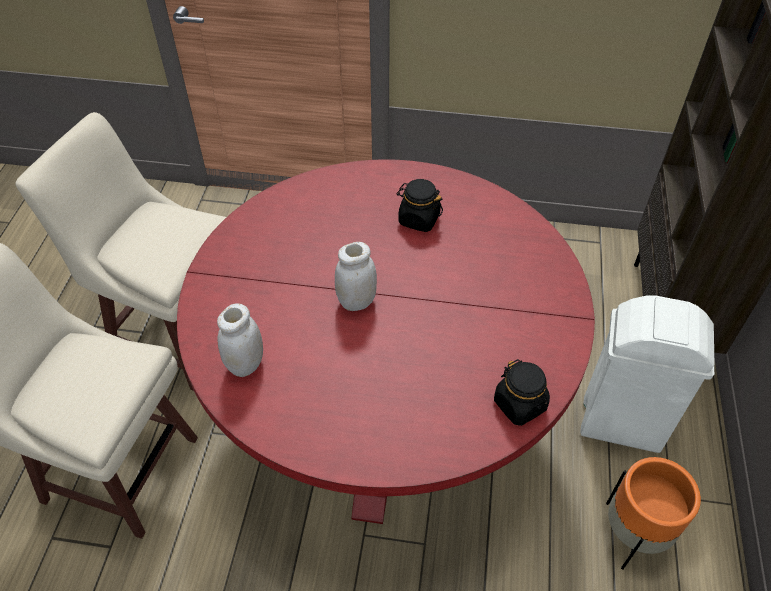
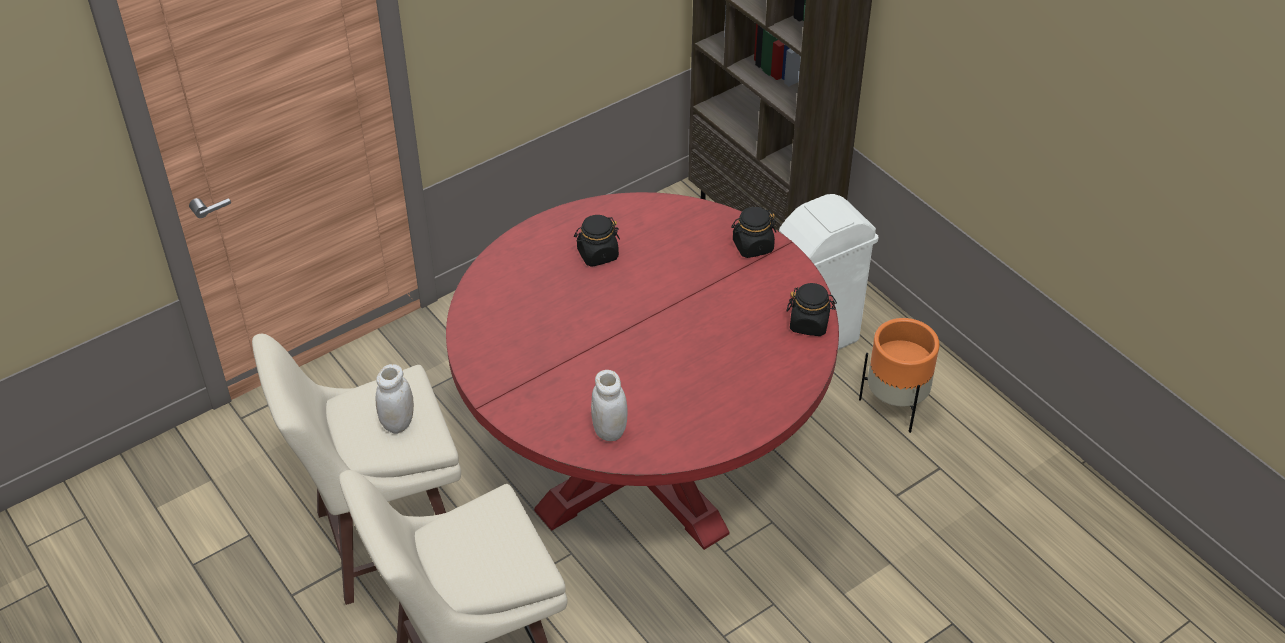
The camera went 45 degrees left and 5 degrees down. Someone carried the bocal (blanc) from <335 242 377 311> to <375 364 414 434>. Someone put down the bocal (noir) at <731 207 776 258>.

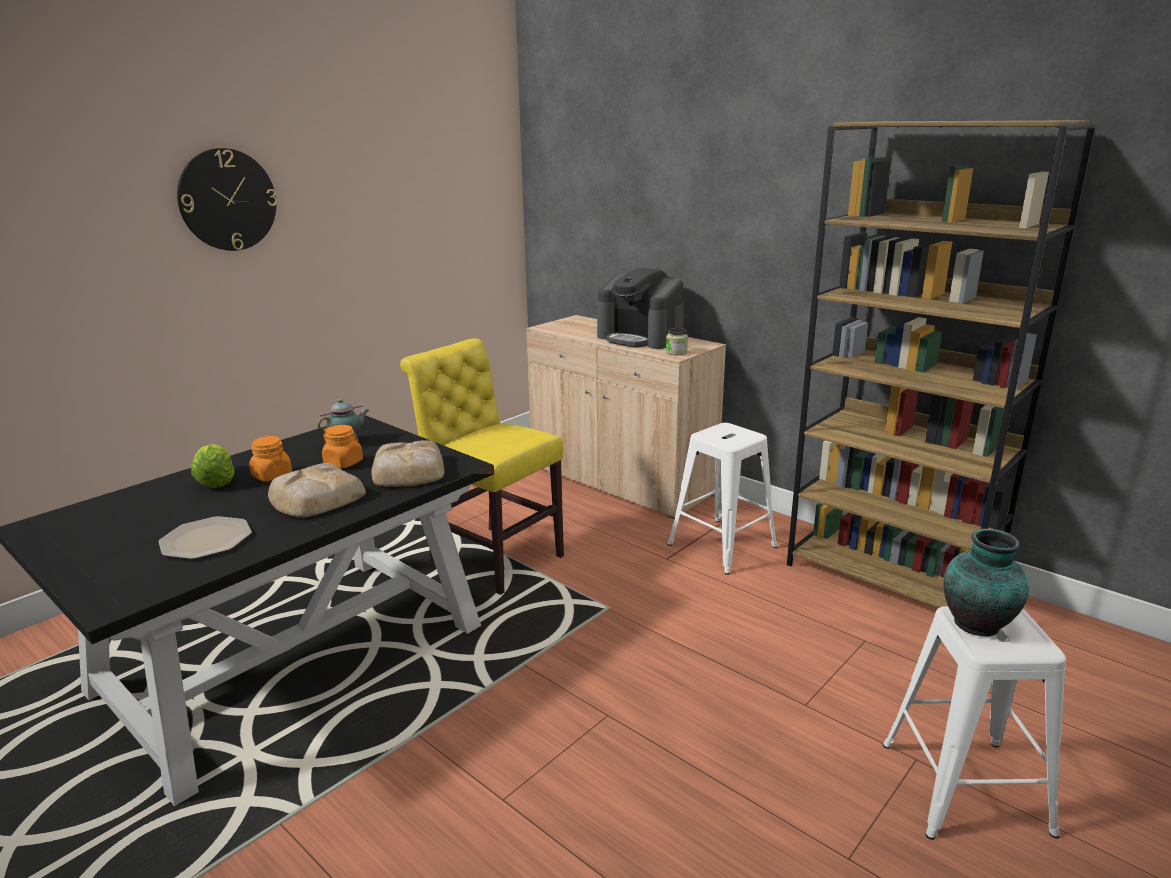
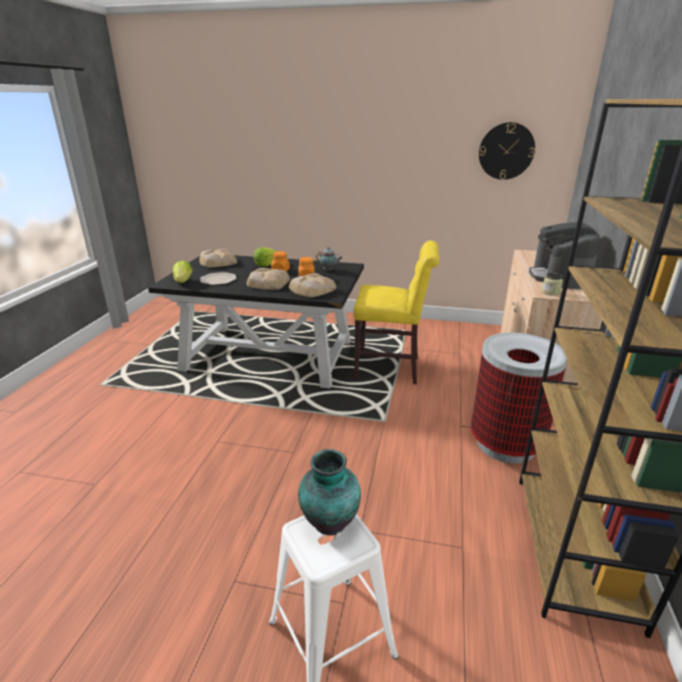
The camera went 60 degrees right and 5 degrees up. Someone carried the horloge murale from <177 148 277 251> to <479 122 535 180>. Someone rotated the chaise (jaune) at <400 338 564 595> by 90 degrees clockwise. Someone swapped the tabouret (blanc) at <667 423 778 575> for the poubelle at <471 332 567 463>. Someone put down the pain at <199 249 237 268>. Someone put down the laitue at <173 260 193 283>.

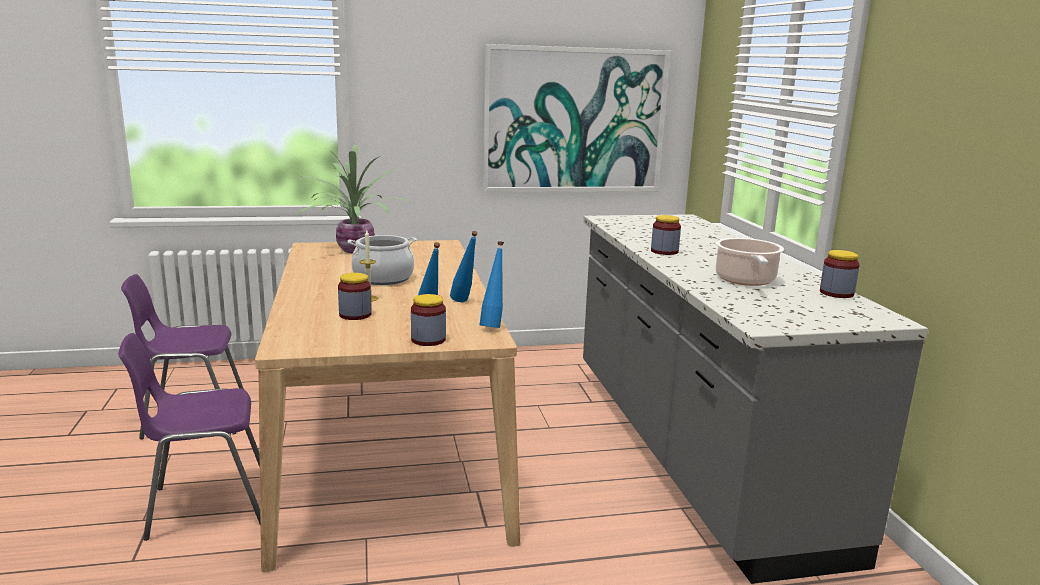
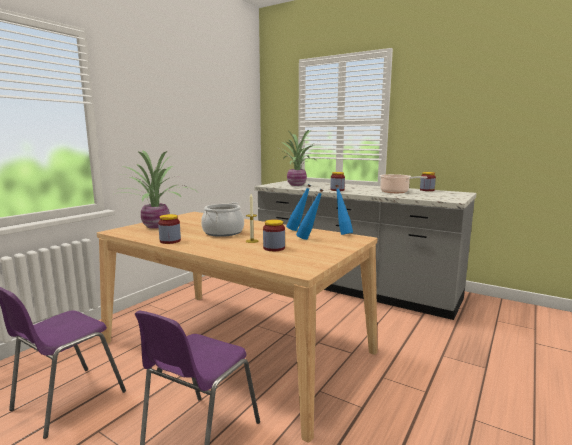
The camera went 45 degrees left and 5 degrees down. Someone took away the tableau at <482 44 671 192>. Someone carried the bocal from <411 294 446 346> to <158 214 181 244>. Someone put down the plante en pot at <272 130 331 186>.

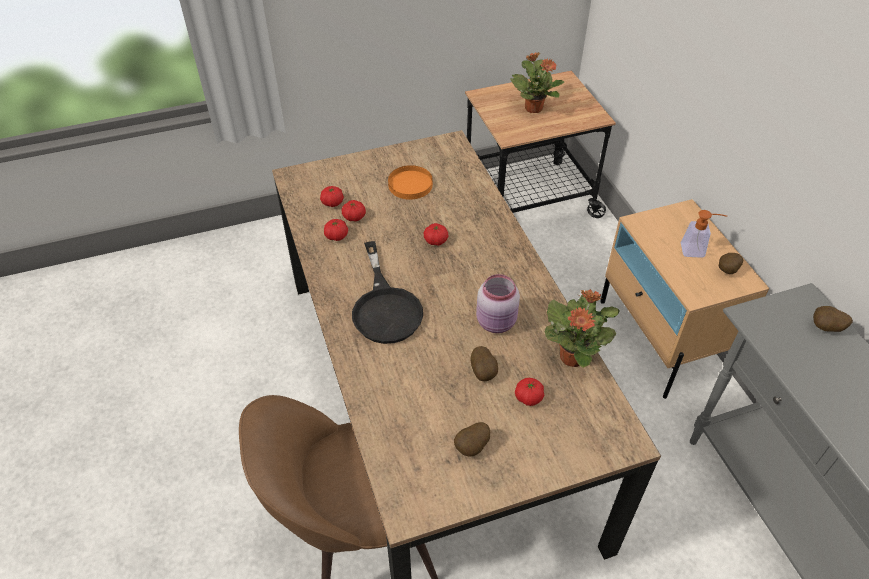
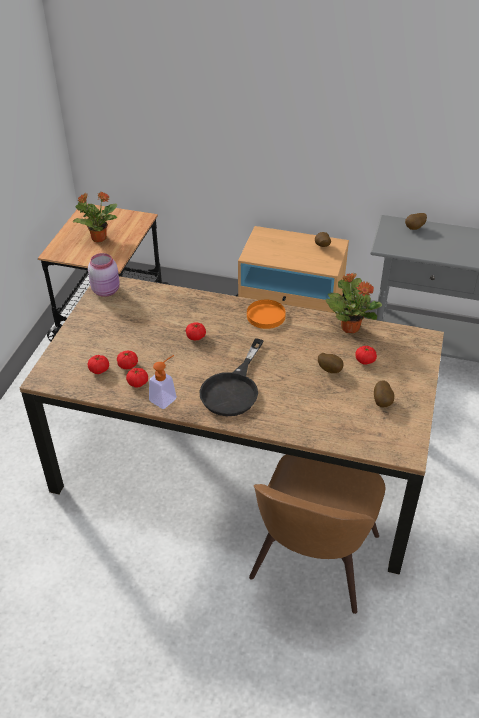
The camera went 55 degrees left and 5 degrees down. Someone carried the assiette (orange) from <388 165 433 200> to <247 300 286 329>. Someone carried the distributeur de savon from <681 210 727 258> to <149 355 177 409>. Someone rotated the poêle (noir) at <352 241 423 344> by 90 degrees clockwise. Someone carried the bocal (rose) from <476 274 520 333> to <88 253 120 297>.

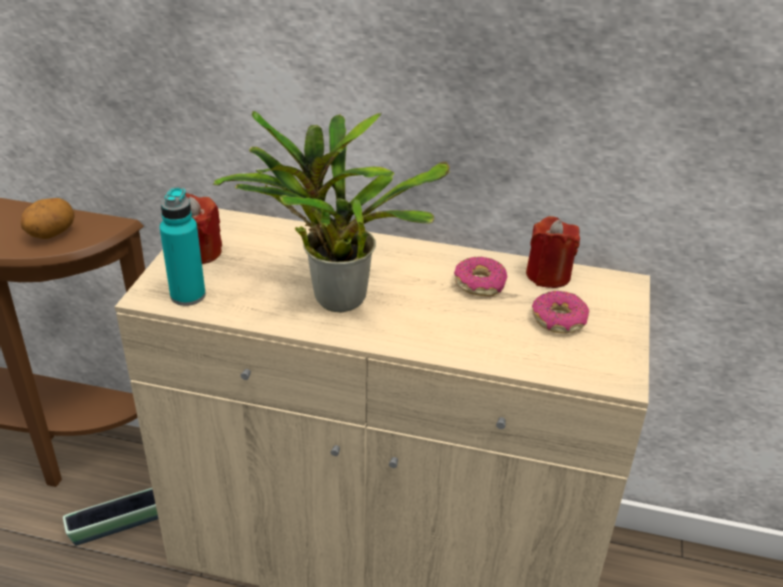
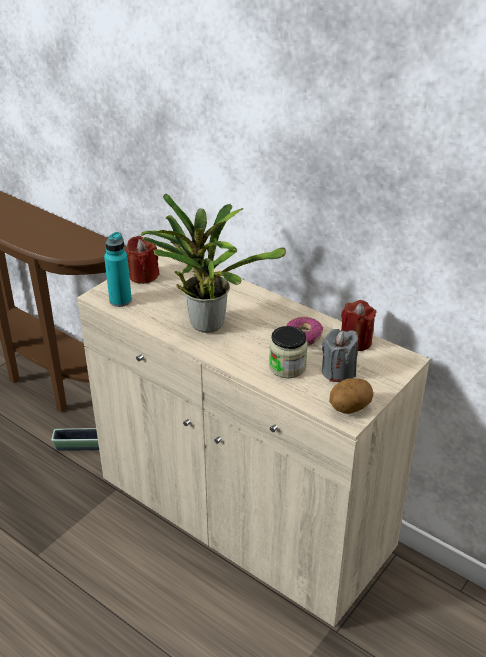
The camera went 25 degrees right and 0 degrees up. Someone carried the pomme de terre from <21 198 74 239> to <329 378 373 414>. Someone swapped the beignet at <532 291 589 333> for the bougie (gris) at <322 329 358 382>. Someone put down the bocal at <269 326 308 378>.

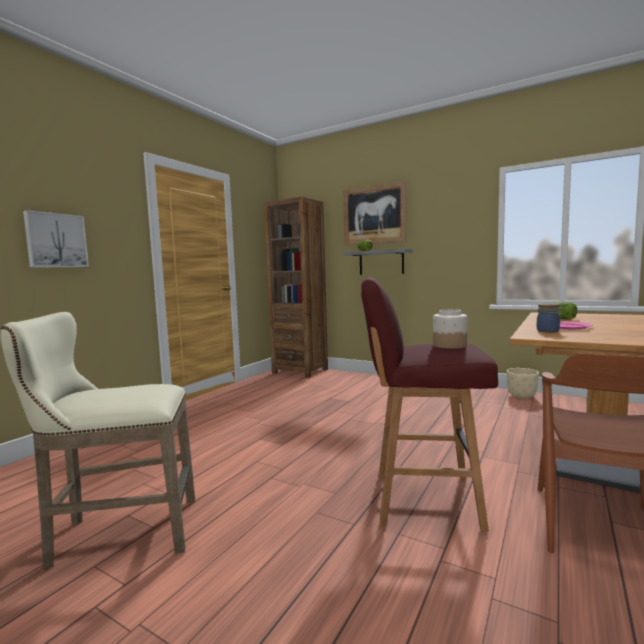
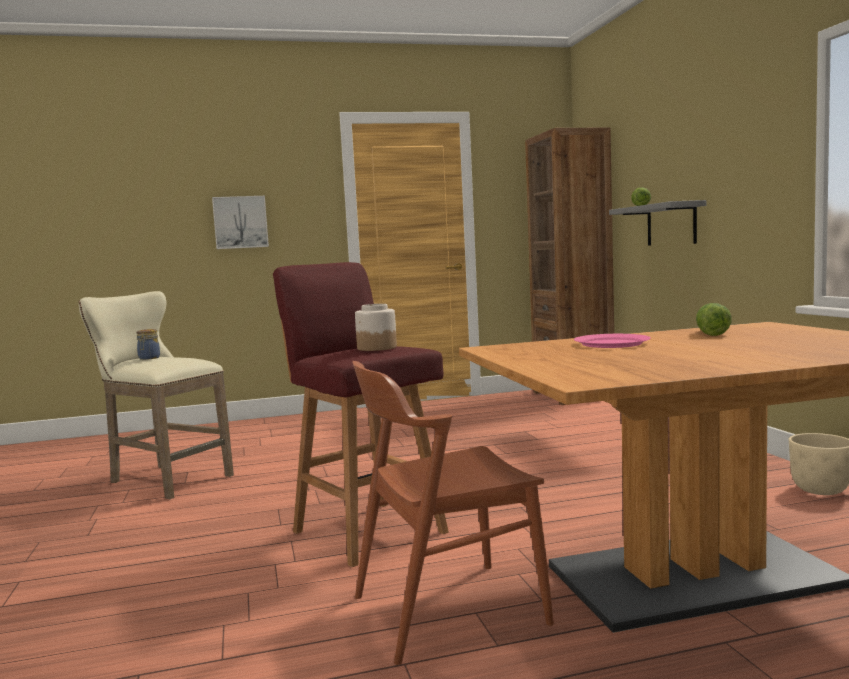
The camera went 45 degrees right and 0 degrees up. Someone took away the tableau at <343 181 406 246>. Someone carried the bocal from <537 303 562 333> to <136 329 160 360>.

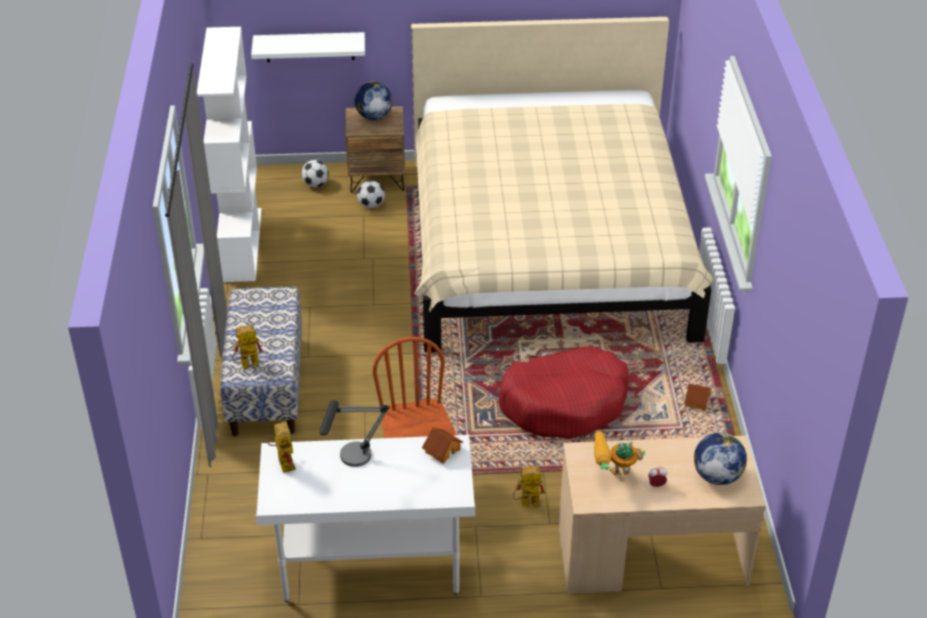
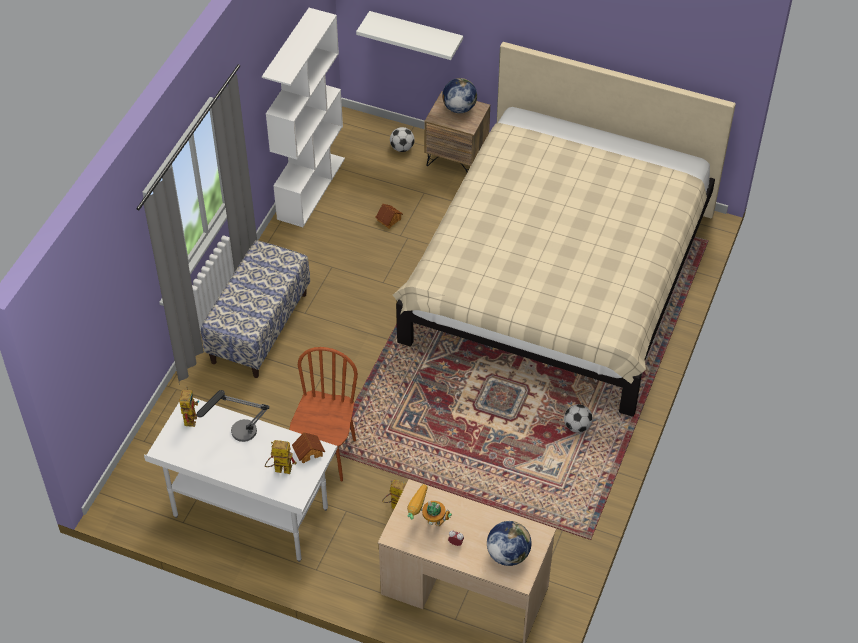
The camera went 25 degrees right and 10 degrees up. Someone carried the ballon de foot from <357 181 385 208> to <564 404 593 433>. Someone carried the robot jouet from <232 325 263 368> to <265 440 297 474>. Someone took away the panier pour chien (rouge) at <498 346 628 439>. Someone carried the maison miniature from <685 383 712 410> to <375 204 403 229>.

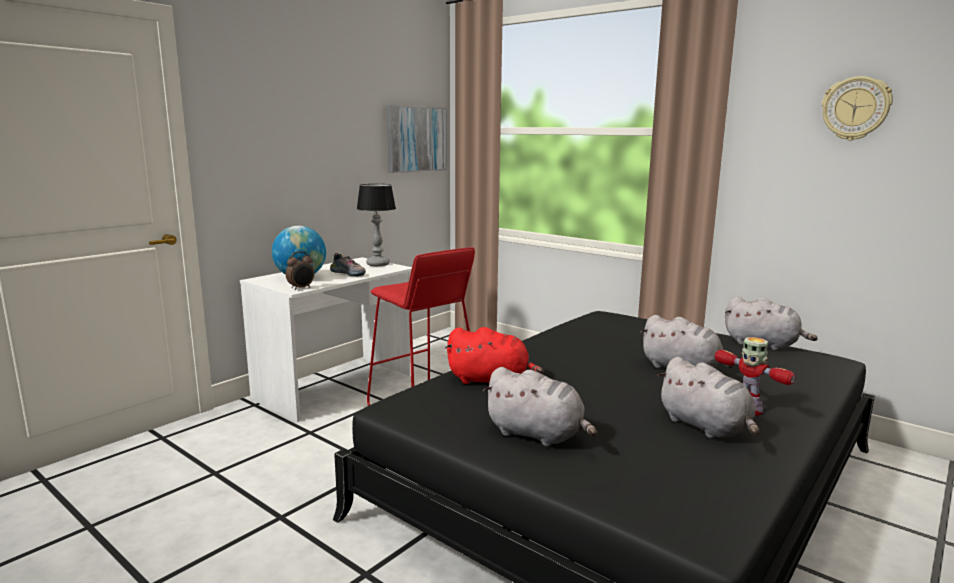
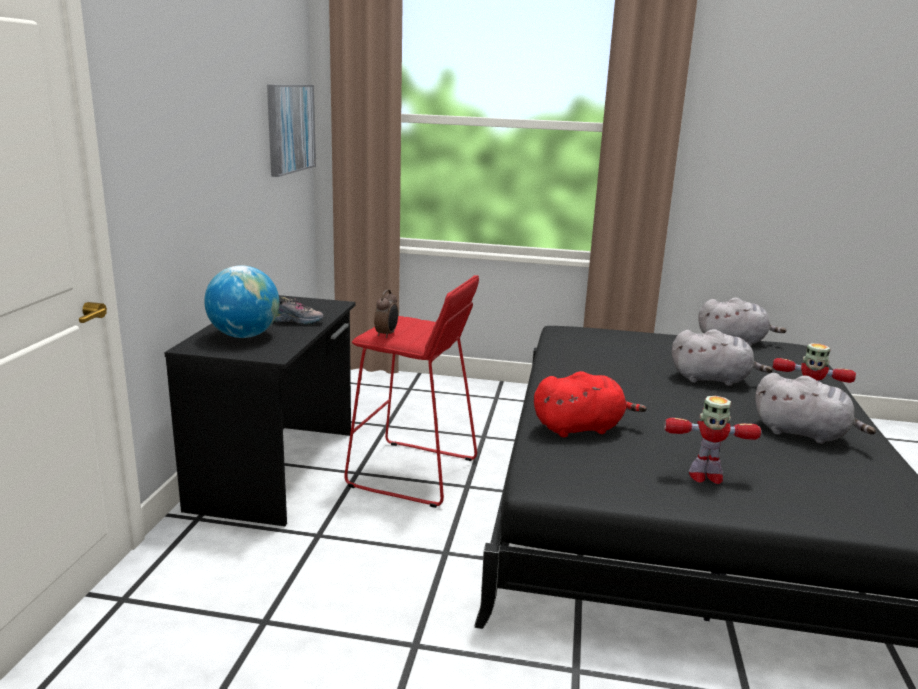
The camera went 30 degrees left and 5 degrees up. Someone took away the horloge murale at <822 76 893 140>. Someone took away the lampe de table at <357 184 396 266>. Someone carried the réveil from <286 251 314 290> to <374 289 398 338>. Someone repainted the bureau (blanc) at <240 257 412 422>, which became the bureau (noir) at <164 295 355 526>. Someone swapped the peluche (gris) at <483 367 597 447> for the robot jouet at <664 396 761 484>.

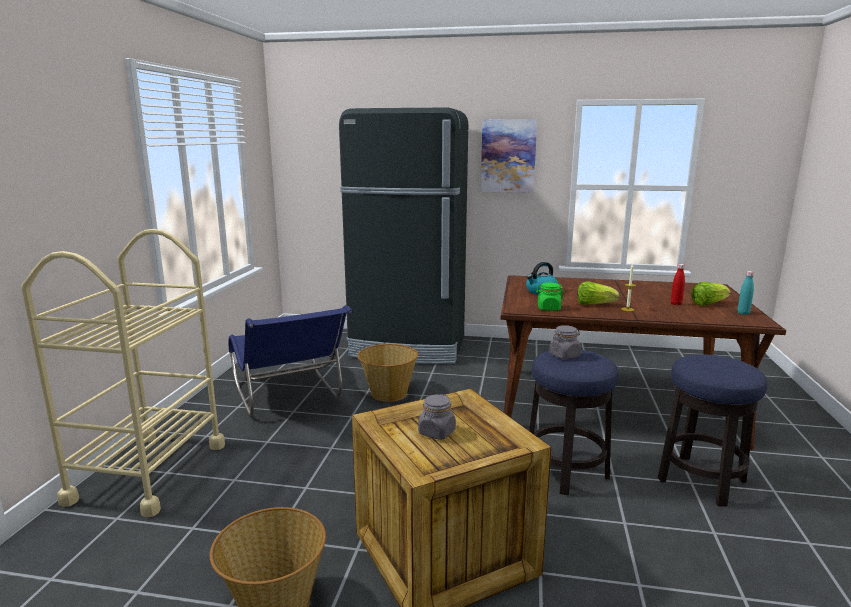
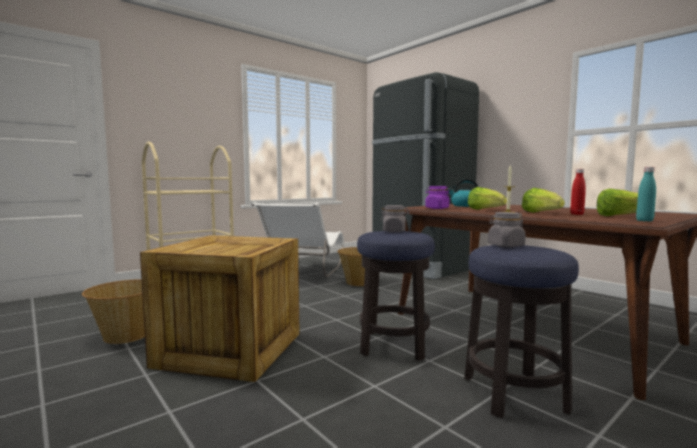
The camera went 40 degrees right and 10 degrees down. Someone took away the tableau at <481 119 537 193>. Someone repainted the bocal (vert) at <535 282 564 311>, which became the bocal (violet) at <425 186 450 209>. Someone repainted the chaise (bleu) at <229 305 353 416>, which became the chaise (blanc) at <251 202 344 278>. Someone carried the bocal (gris) from <418 394 456 440> to <488 212 526 248>. Someone put down the laitue at <522 188 565 213>.

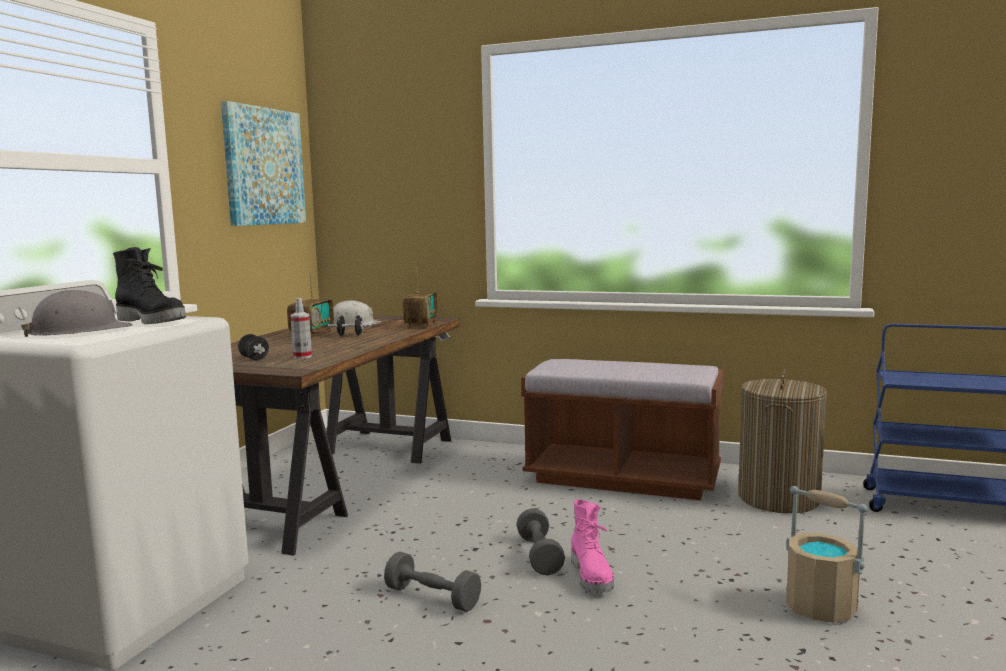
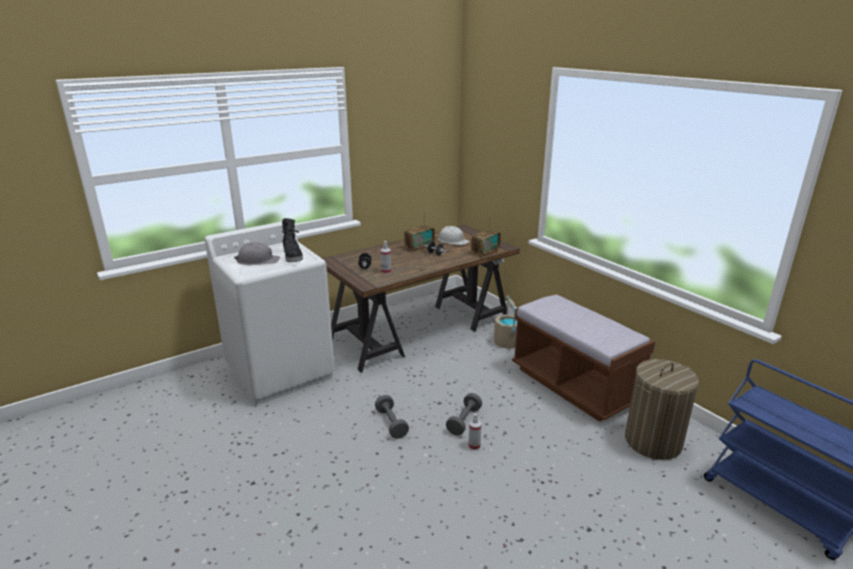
The camera went 35 degrees right and 15 degrees up. Someone took away the tableau at <221 101 306 226>. Someone carried the seau (beige) from <786 486 867 623> to <494 296 517 349>. Someone swapped the botte (rose) at <571 500 614 593> for the vaporisateur at <468 414 481 450>.

